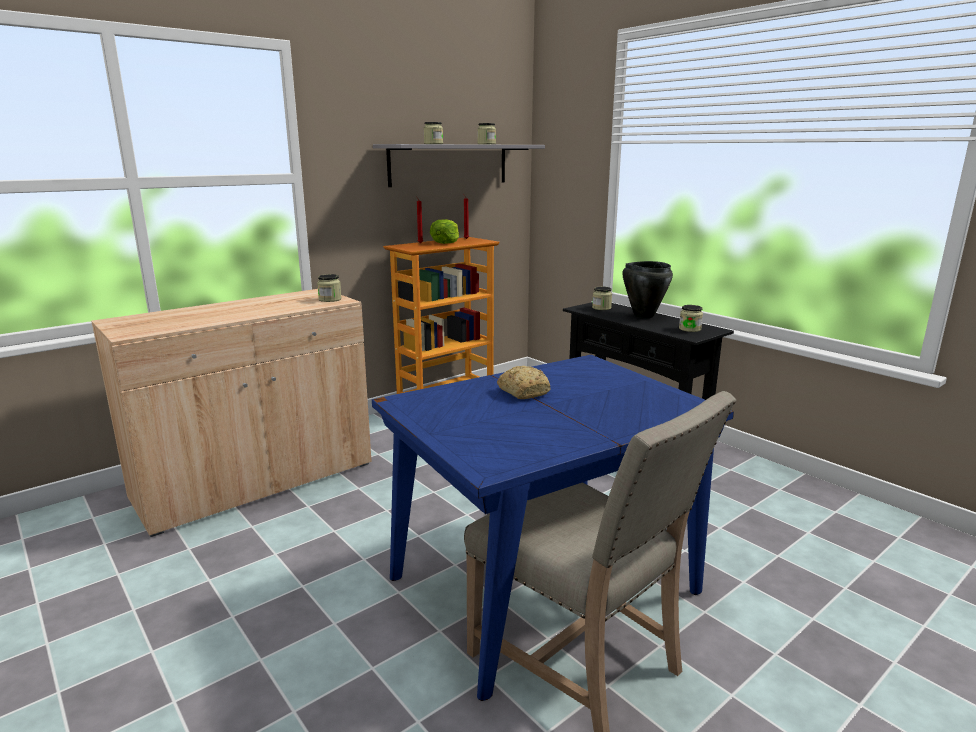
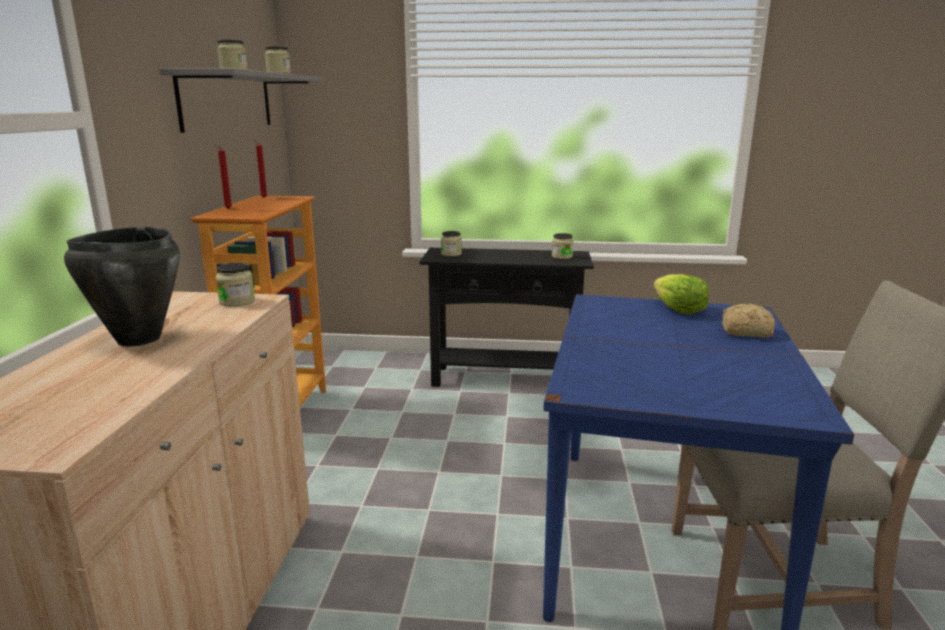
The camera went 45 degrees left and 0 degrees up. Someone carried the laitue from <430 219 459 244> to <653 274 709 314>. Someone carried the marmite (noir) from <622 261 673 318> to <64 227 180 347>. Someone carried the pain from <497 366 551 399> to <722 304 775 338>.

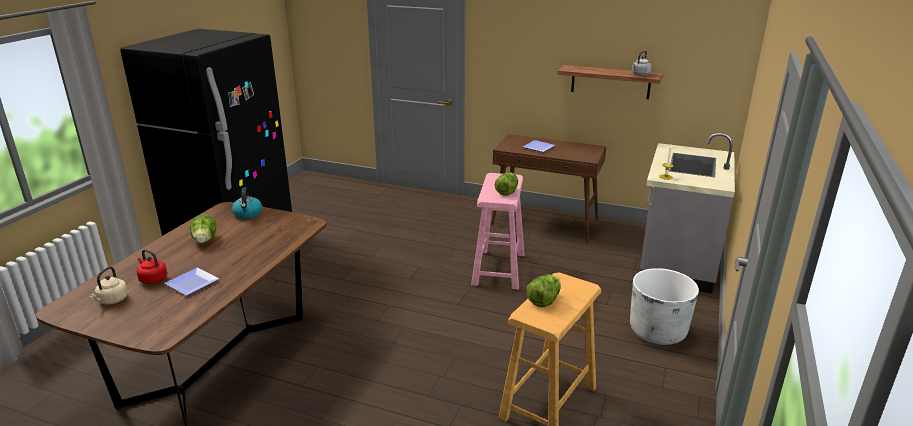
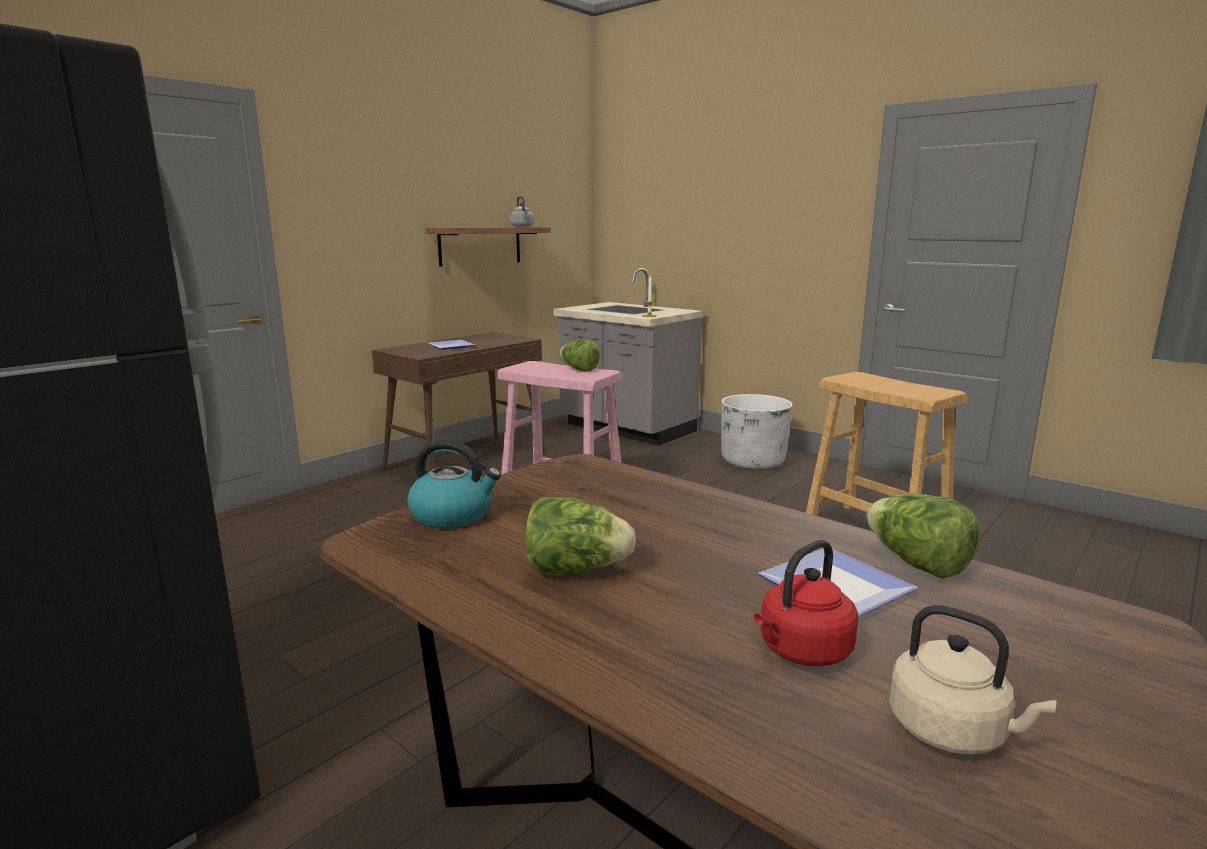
The camera went 70 degrees left and 10 degrees down. Someone carried the laitue from <526 275 561 307> to <866 494 980 579>.

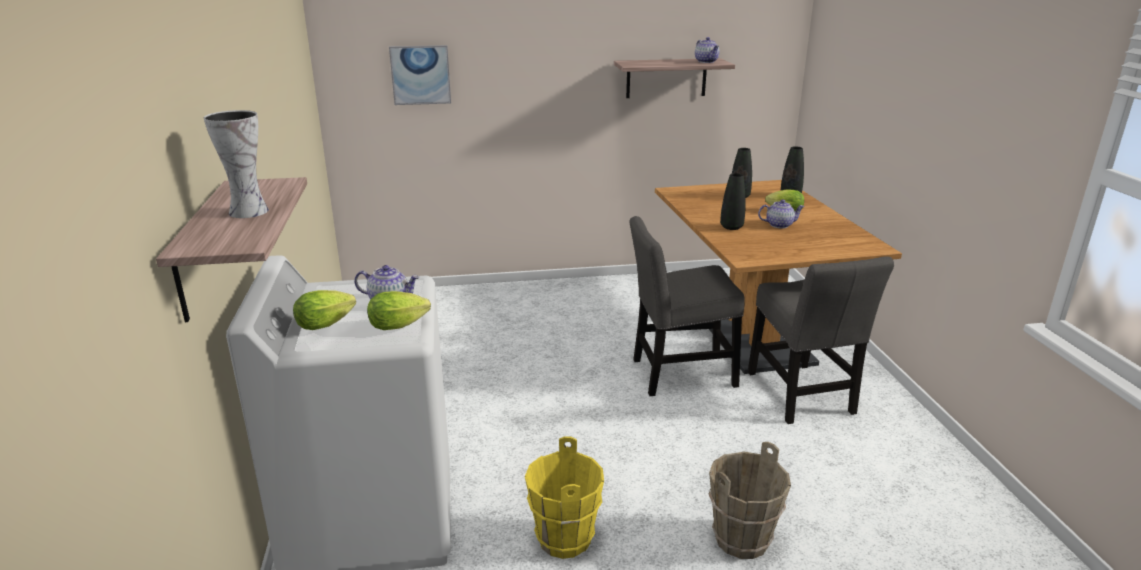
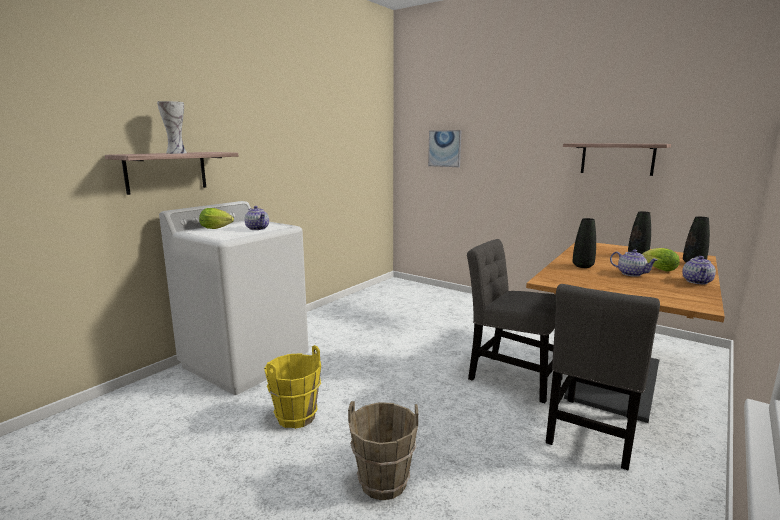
The camera went 45 degrees right and 10 degrees down. Someone carried the théière from <695 37 719 63> to <682 256 716 284>. Someone took away the laitue at <367 291 431 330>.

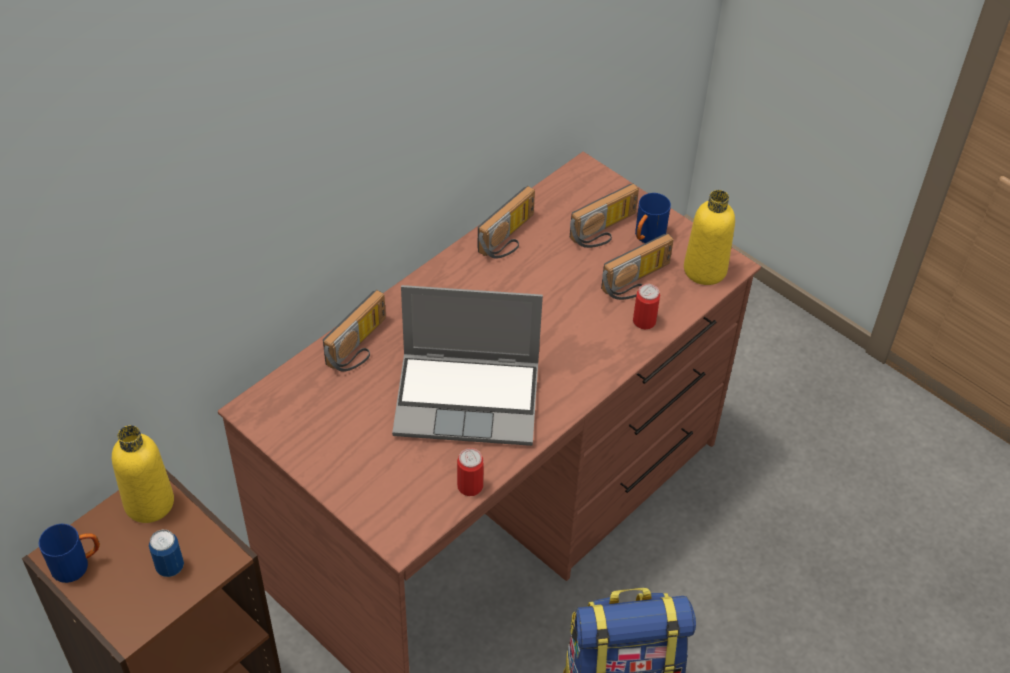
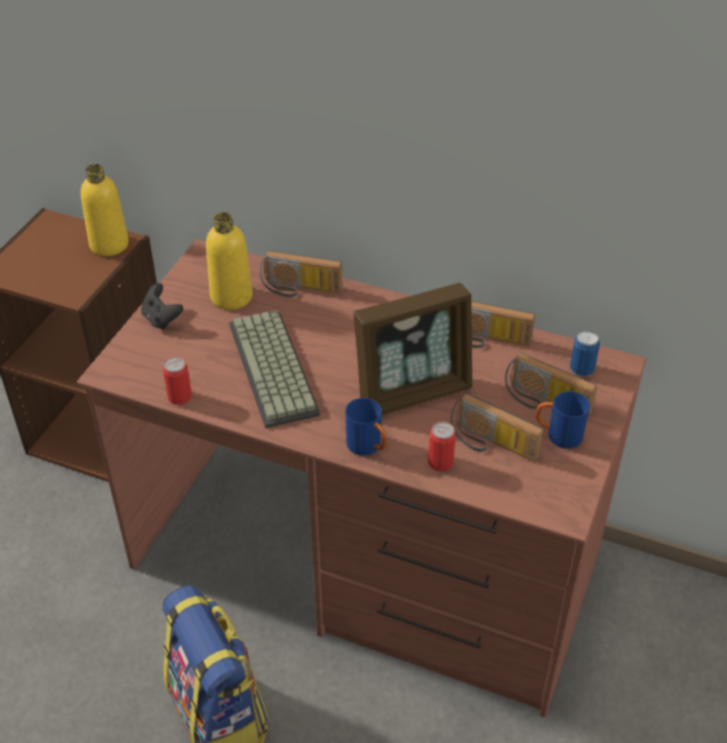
The camera went 70 degrees right and 5 degrees down. Someone carried the bouteille (jaune) from <684 190 735 285> to <206 212 252 310>. Someone swapped the ordinateur portable at <392 285 543 446> for the clavier at <229 310 320 428>. Someone carried the mug (bleu) from <39 524 100 583> to <345 398 387 456>. Someone carried the boîte métallique from <149 530 184 577> to <570 330 600 376>. Someone put down the manette (noir) at <141 283 183 330>. Someone put down the cadre photo at <354 283 473 415>.

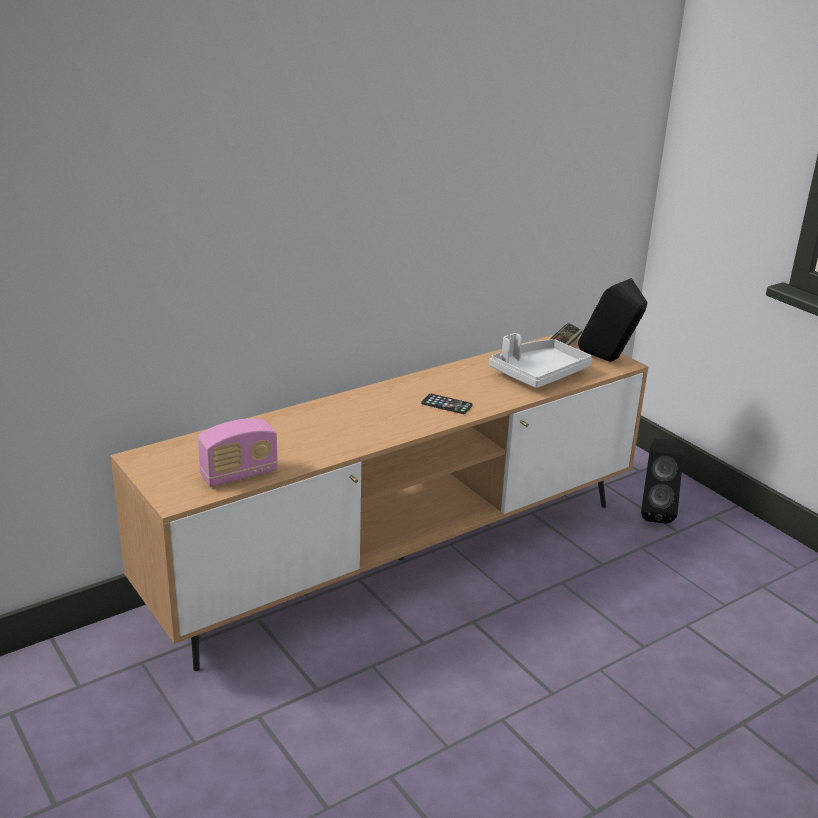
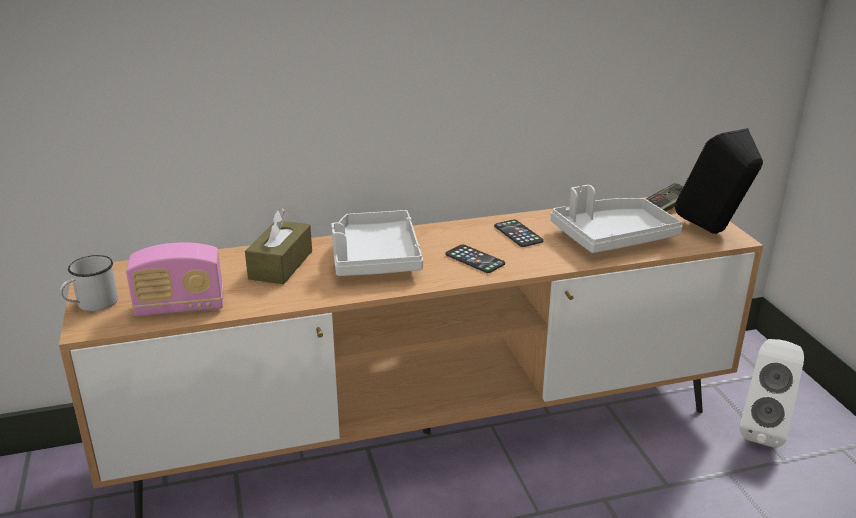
The camera went 20 degrees right and 0 degrees up. Someone repainted the enceinte (noir) at <641 439 683 524>, which became the enceinte (blanc) at <740 339 804 448>. Someone put down the boîte à mouchoirs (marron) at <245 208 312 284>. Someone put down the plateau (gris) at <331 210 423 276>. Someone put down the téléphone at <494 220 544 247>. Someone put down the mug (blanc) at <60 255 118 311>.

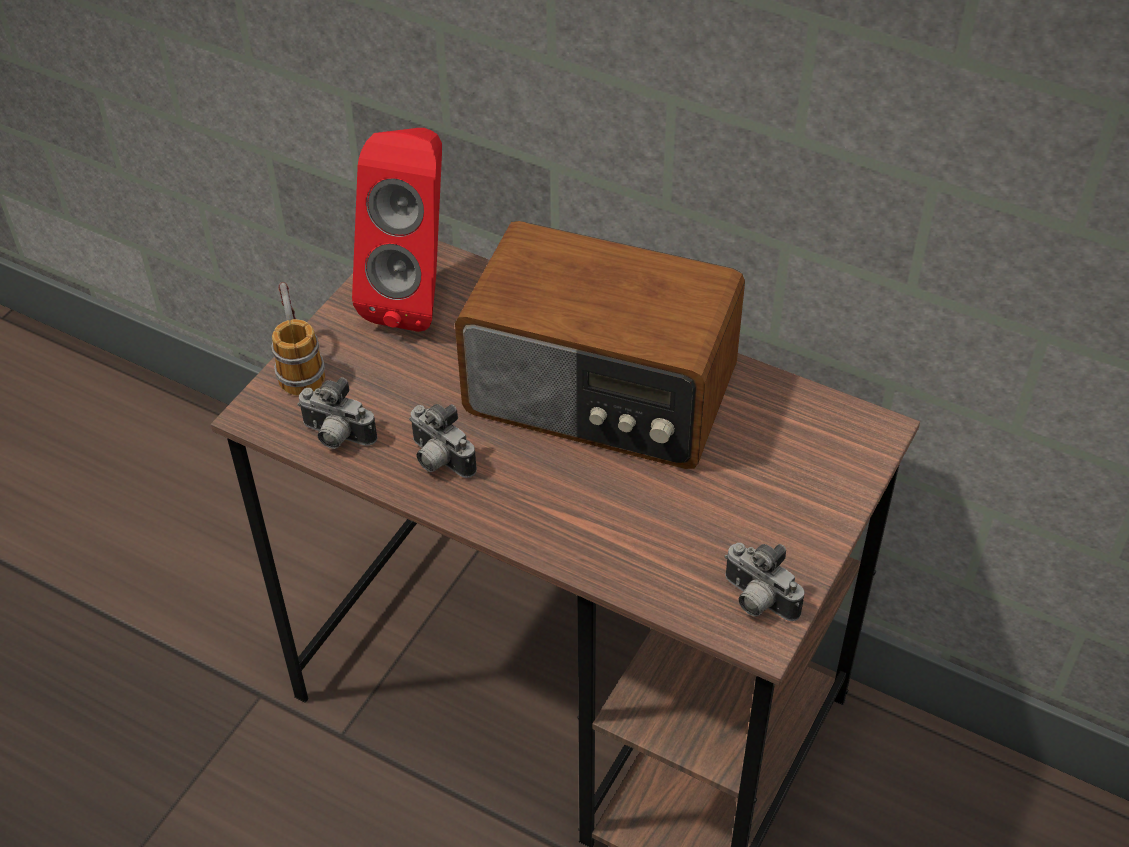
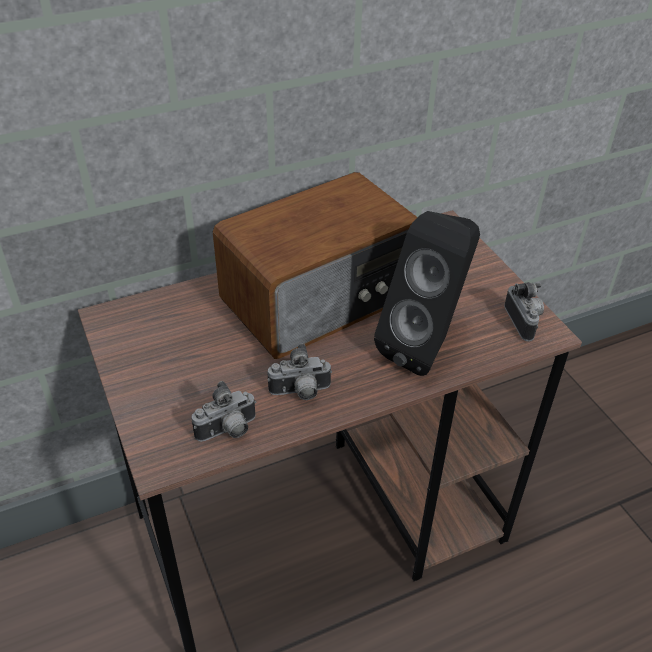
The camera went 55 degrees left and 5 degrees down. Someone took away the enceinte (rouge) at <352 128 442 332>. Someone took away the mug at <271 282 325 395>. Someone rotated the appareil photo at <725 543 804 621> by 90 degrees counterclockwise. Someone put down the enceinte (noir) at <374 211 480 376>.

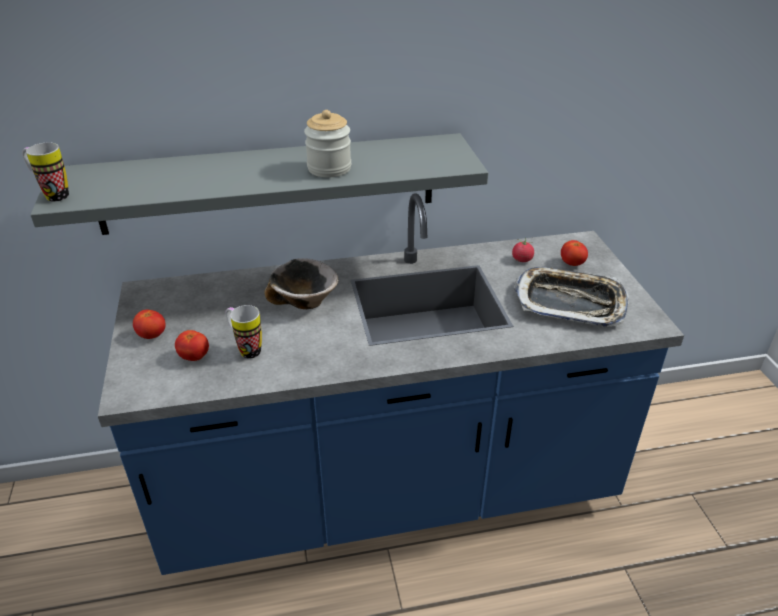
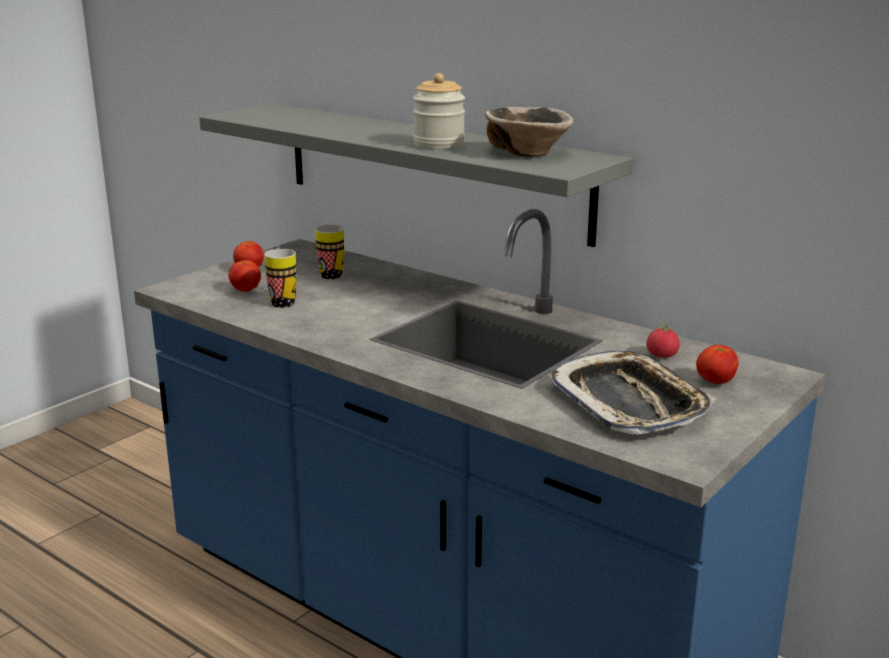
The camera went 50 degrees right and 15 degrees down. Someone carried the mug from <22 142 69 202> to <315 225 344 279>. Someone carried the bol from <264 258 338 309> to <485 107 574 157>.

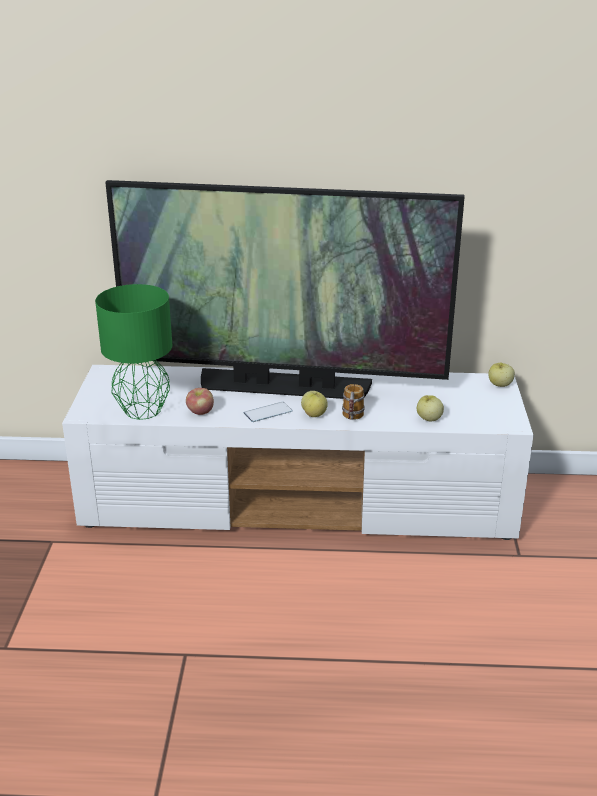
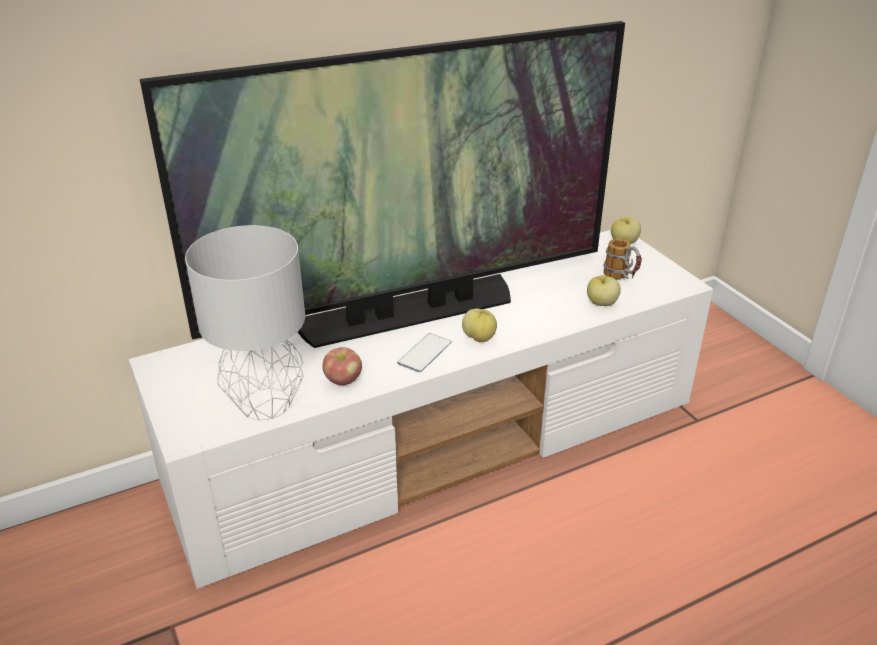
The camera went 30 degrees left and 5 degrees up. Someone repainted the lampe de table (vert) at <95 284 172 420>, which became the lampe de table (gris) at <185 225 305 420>. Someone carried the mug from <342 384 365 420> to <603 238 642 279>.

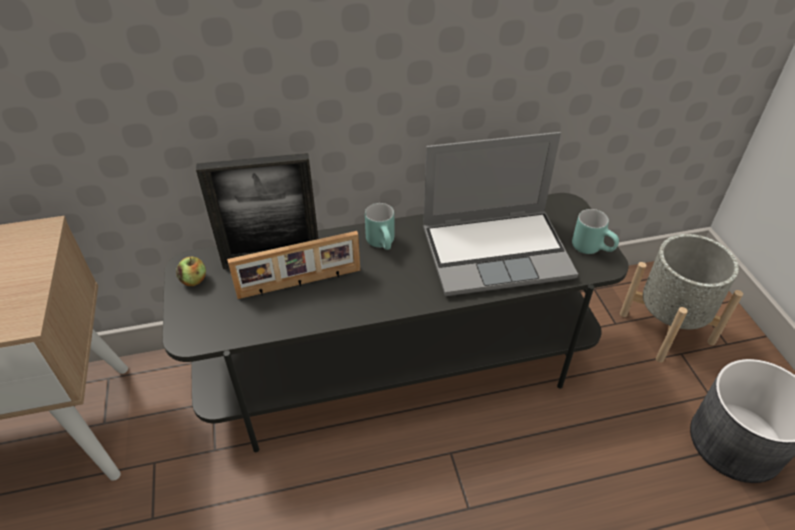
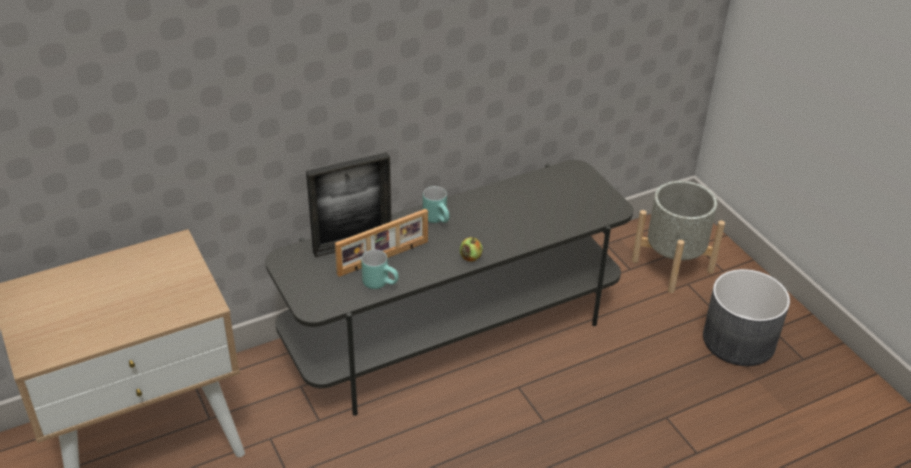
The camera went 15 degrees left and 5 degrees down. Someone took away the ordinateur portable at <423 132 578 296>. Someone carried the mug (turquoise) from <572 209 619 254> to <361 249 399 289>. Someone carried the pomme from <176 257 206 286> to <460 237 483 262>.

